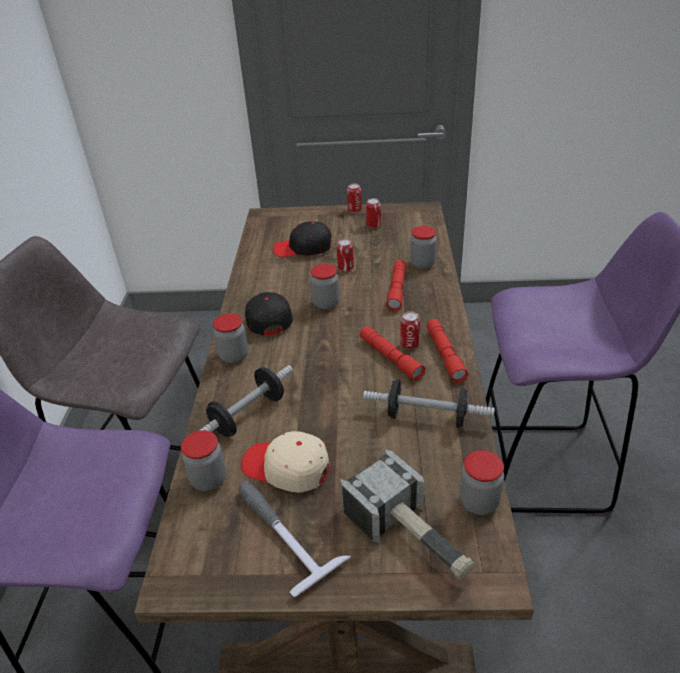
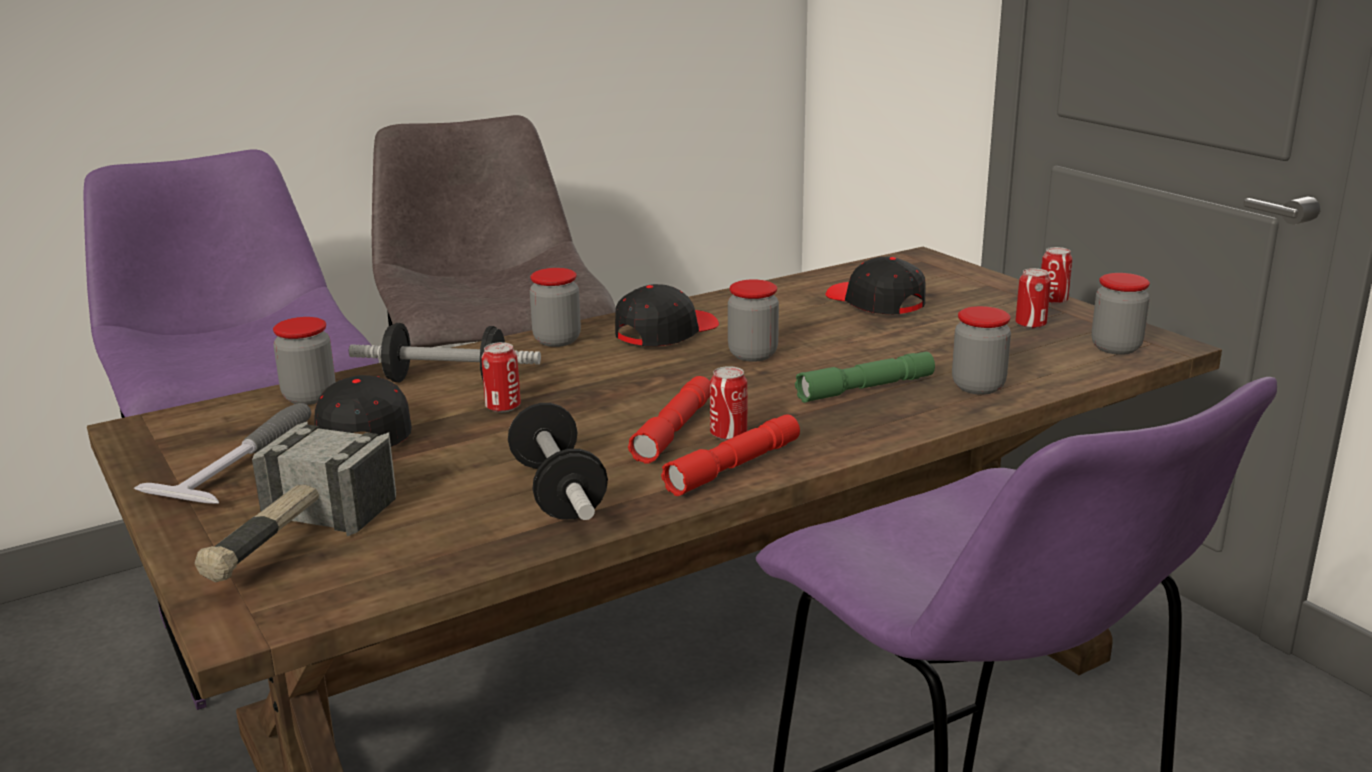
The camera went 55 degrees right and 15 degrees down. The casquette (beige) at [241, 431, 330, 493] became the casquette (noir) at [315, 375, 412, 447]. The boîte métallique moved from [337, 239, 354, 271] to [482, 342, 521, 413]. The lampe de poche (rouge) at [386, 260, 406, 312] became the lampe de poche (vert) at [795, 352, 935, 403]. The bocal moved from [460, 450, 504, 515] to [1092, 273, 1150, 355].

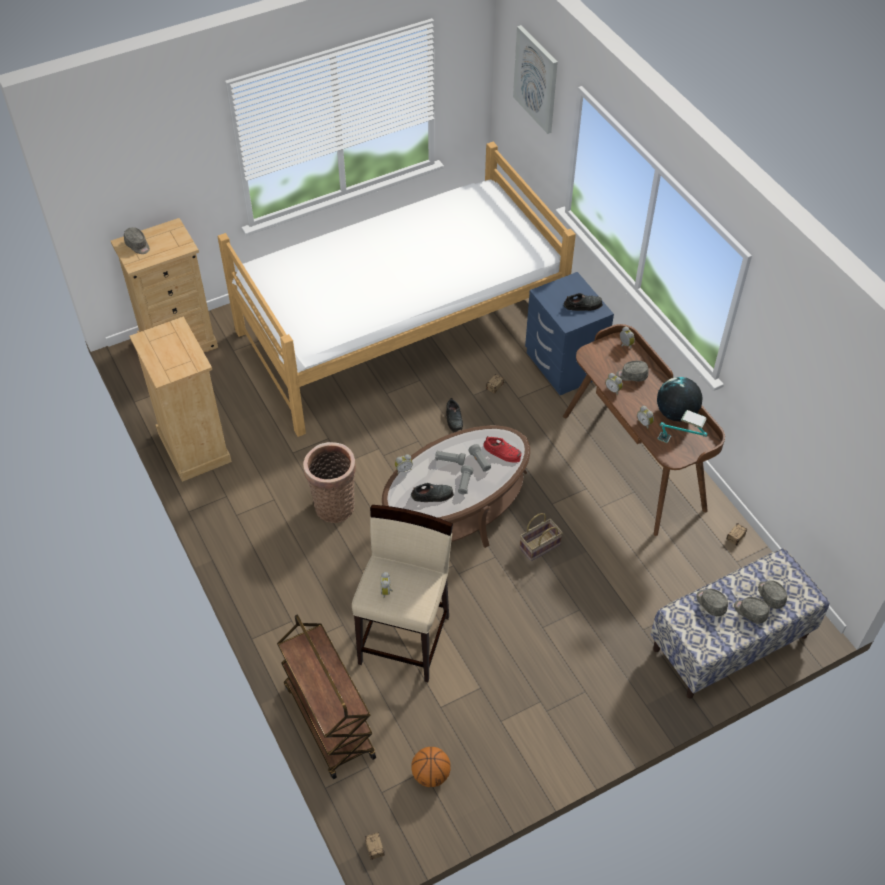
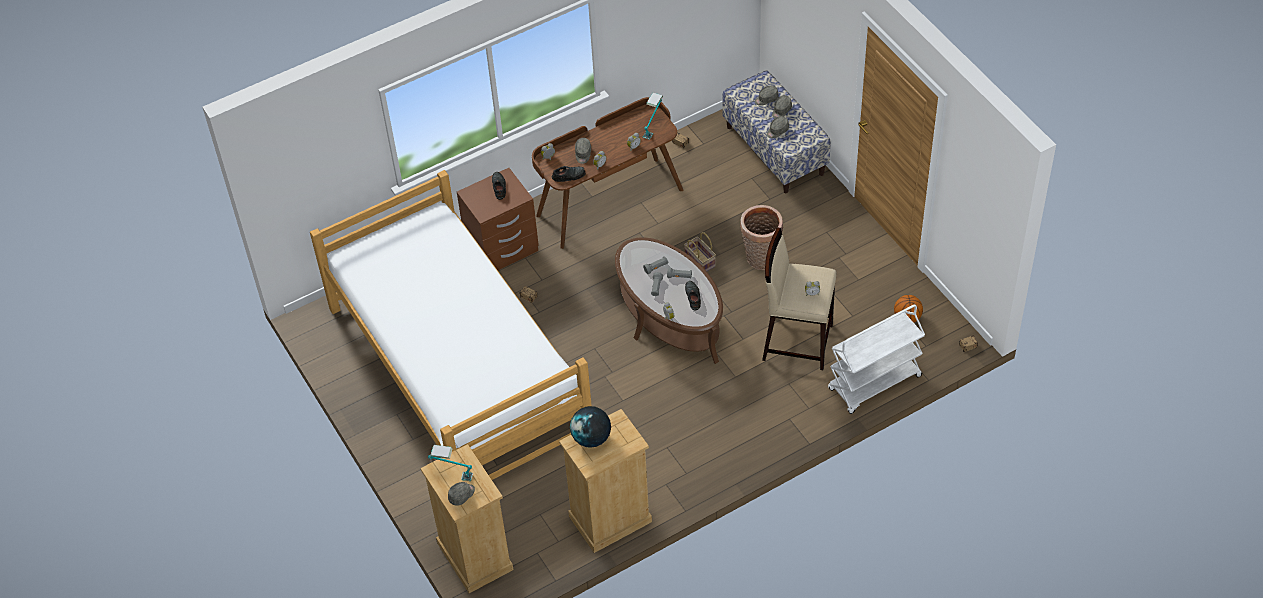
The camera went 90 degrees left and 0 degrees up. The chariot (marron) at [277, 615, 376, 779] became the chariot (blanc) at [828, 304, 925, 414]. The panier moved from [303, 442, 356, 523] to [740, 205, 784, 270]. The chaussure (noir) moved from [446, 398, 463, 432] to [552, 166, 586, 182]. The chaussure (rouge) at [483, 436, 521, 463] disappeared. The tableau at [513, 25, 558, 134] disappeared. The table de chevet (bleu) at [525, 272, 614, 395] became the table de chevet (marron) at [457, 168, 539, 270]. The globe moved from [657, 377, 703, 422] to [570, 406, 611, 448]. The lampe de table at [428, 445, 473, 481] appeared.

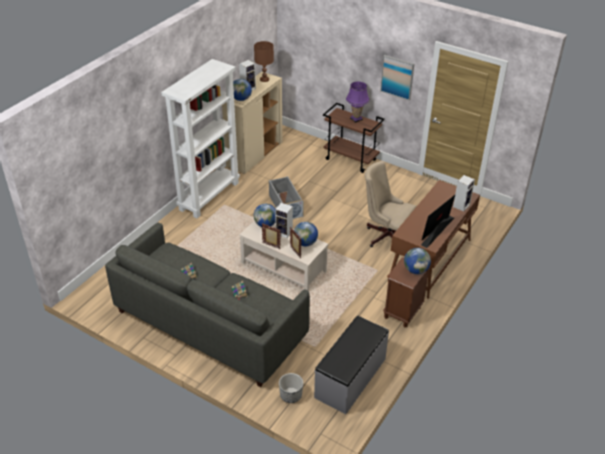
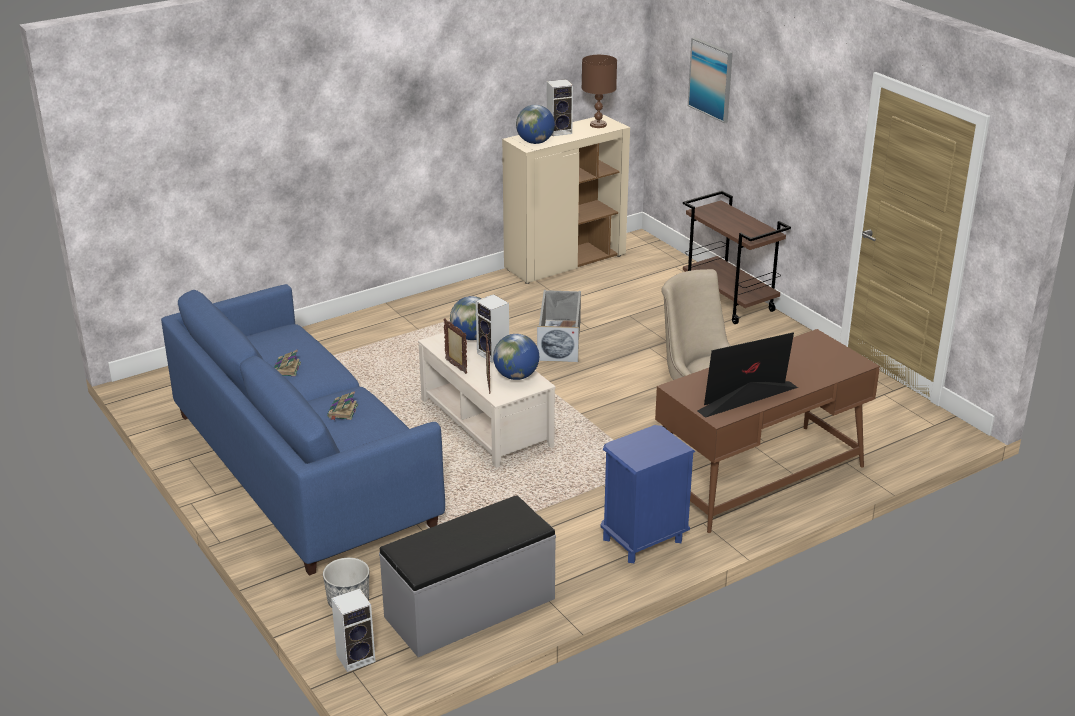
The camera went 25 degrees right and 10 degrees down. The canapé (gris) at [105, 223, 310, 387] became the canapé (bleu) at [161, 284, 445, 576]. The bibliothèque (blanc) at [161, 59, 240, 218] disappeared. The lampe de table (violet) at [346, 82, 369, 123] disappeared. The tableau moved from [380, 55, 414, 100] to [688, 37, 733, 123]. The table de chevet (marron) at [383, 257, 430, 327] became the table de chevet (bleu) at [601, 425, 695, 563]. The globe at [404, 248, 431, 274] disappeared. The enceinte moved from [453, 175, 475, 211] to [331, 589, 375, 672].

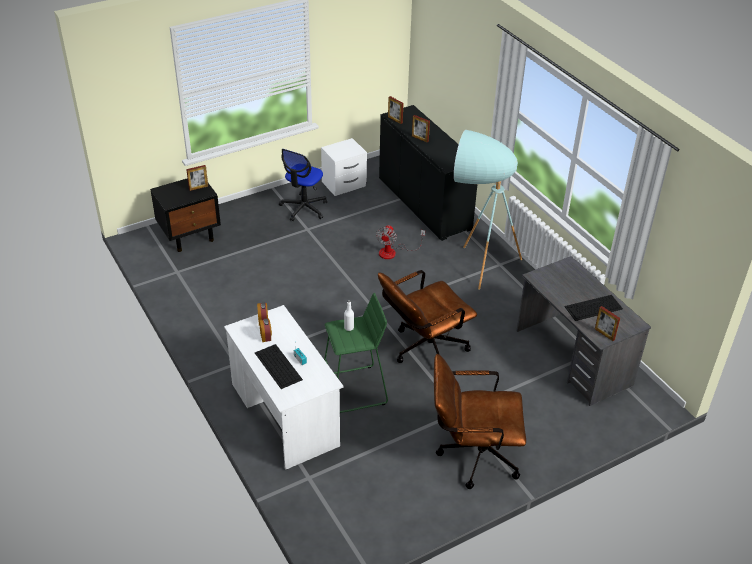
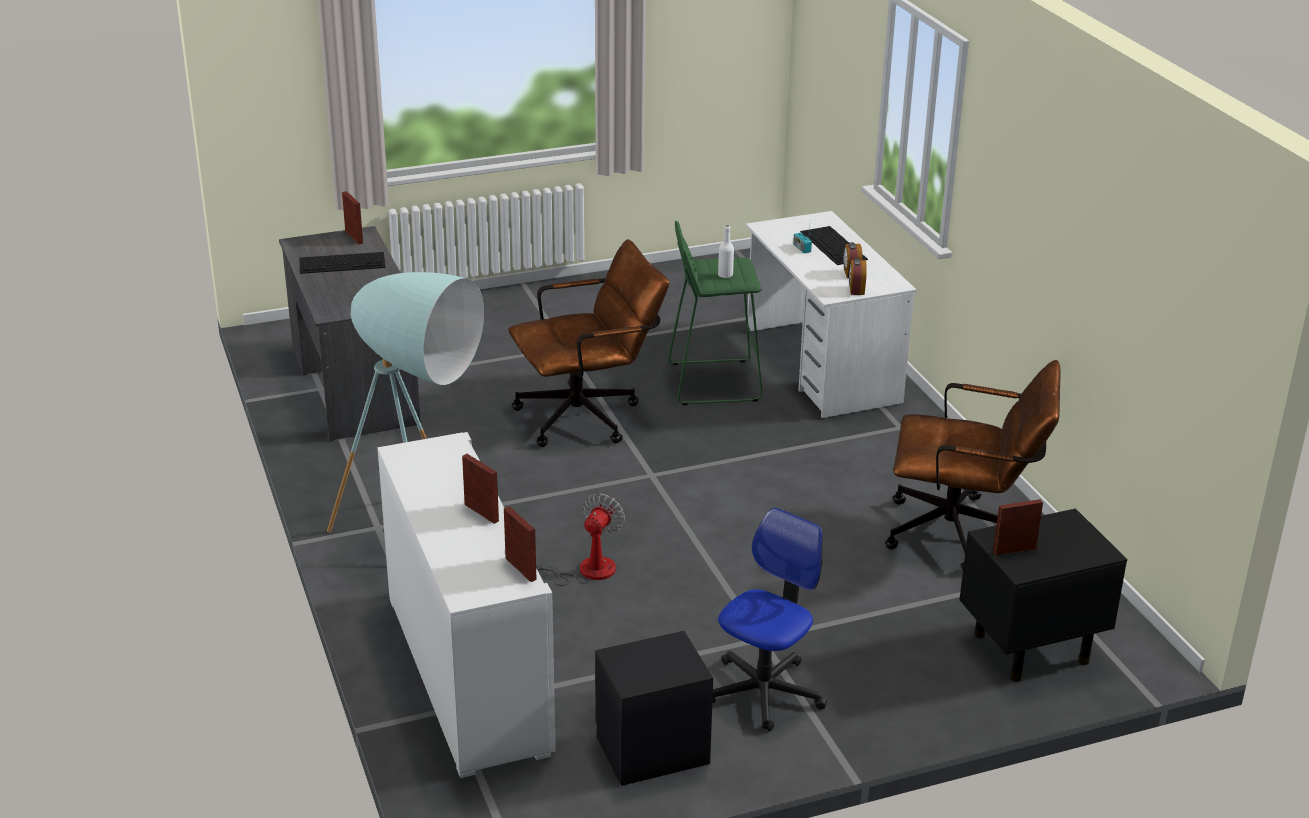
The camera went 170 degrees left and 10 degrees down. The table de chevet (blanc) at [321, 138, 367, 196] became the table de chevet (noir) at [595, 631, 713, 786]. The meuble de rangement (noir) at [379, 105, 477, 241] became the meuble de rangement (blanc) at [377, 432, 556, 778]. The chaise de bureau (marron) moved from [434, 354, 526, 489] to [885, 360, 1060, 570].

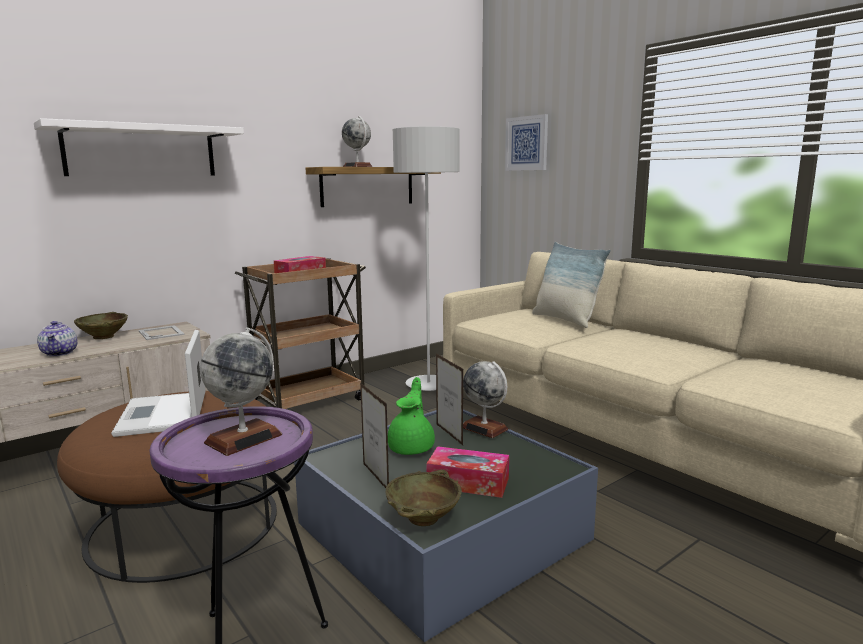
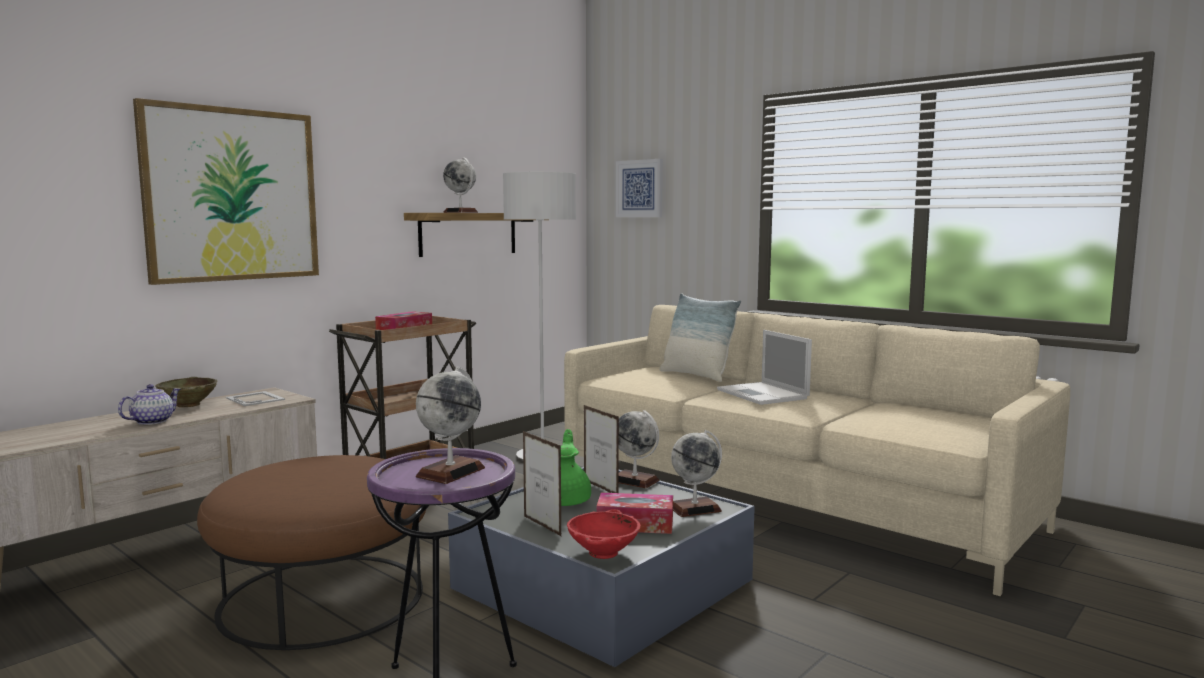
The camera went 10 degrees left and 5 degrees down. The étagère (blanc) at [34, 118, 244, 176] was replaced by the tableau at [133, 98, 319, 285]. The théière at [37, 321, 78, 356] turned 120 degrees counterclockwise. The ordinateur portable moved from [111, 330, 206, 437] to [717, 330, 812, 405]. The bol (beige) at [385, 470, 462, 526] became the bol (rouge) at [567, 509, 640, 559]. The globe at [671, 430, 722, 517] appeared.

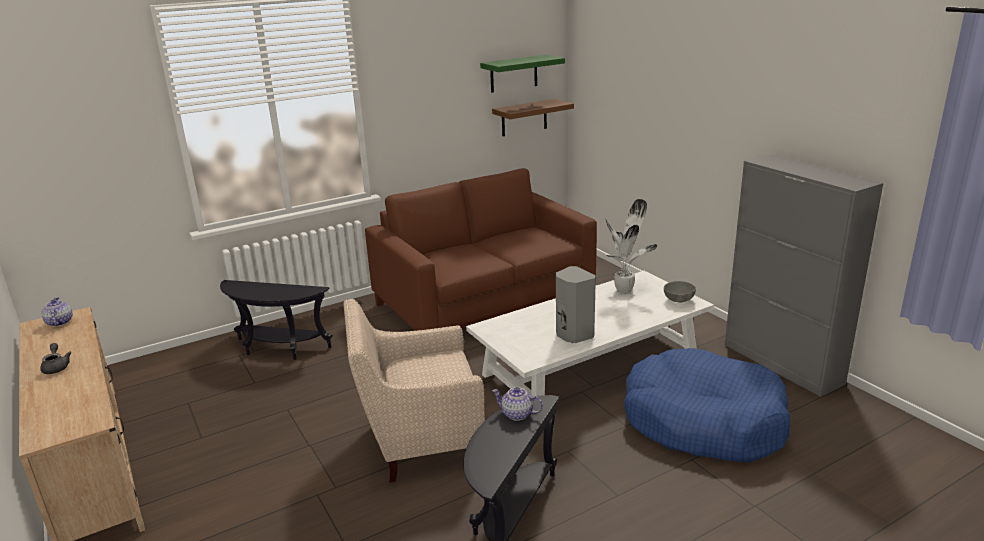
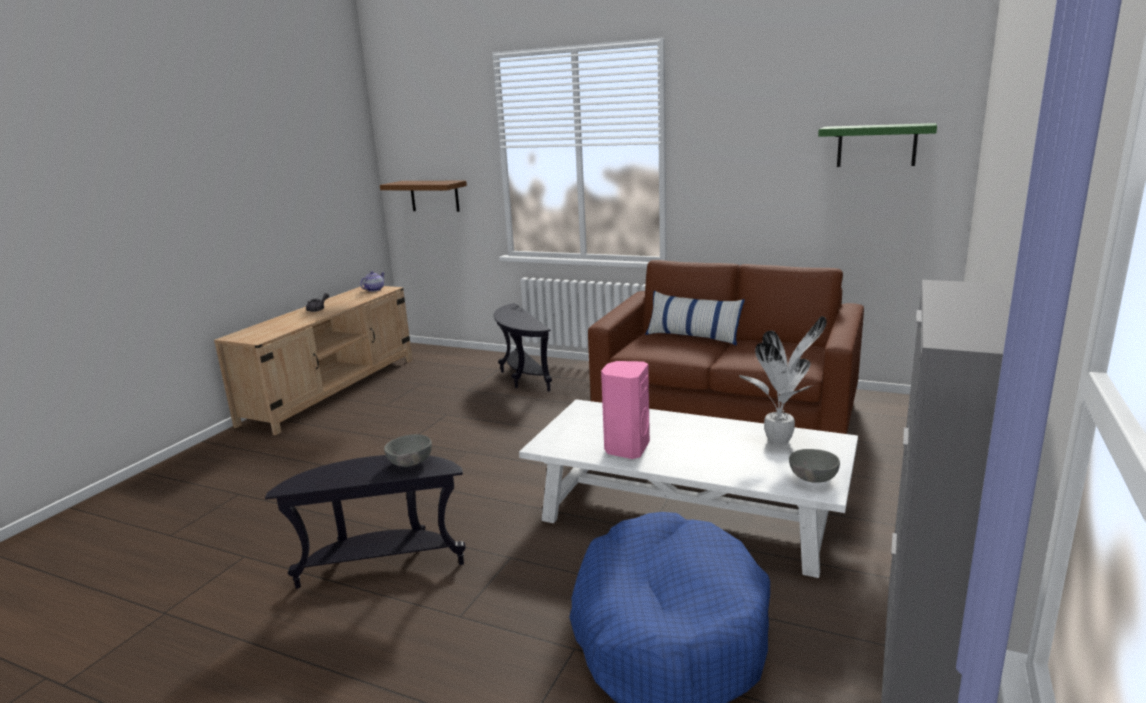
The camera went 55 degrees right and 5 degrees down. The fauteuil (beige) at [343, 299, 485, 483] disappeared. The étagère (marron) moved from [492, 99, 574, 136] to [380, 181, 467, 212]. The théière at [492, 387, 543, 421] was replaced by the bol (gris) at [384, 434, 432, 467]. The enceinte (gris) at [556, 266, 596, 343] became the enceinte (rose) at [601, 361, 650, 459]. The coussin at [645, 291, 745, 346] appeared.

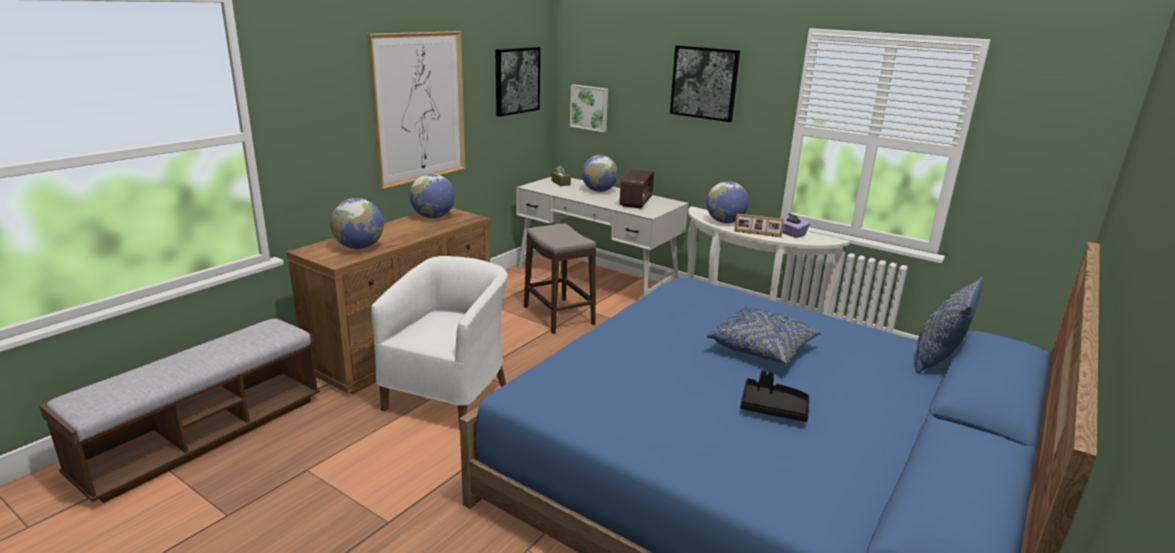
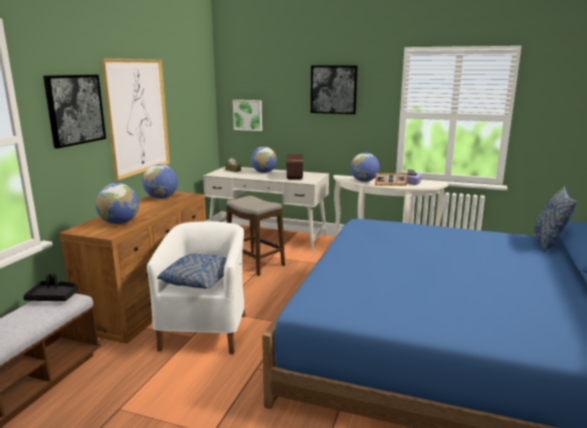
The camera went 15 degrees left and 5 degrees down. The tableau moved from [496, 47, 540, 117] to [43, 75, 106, 148]. The coussin (bleu) moved from [707, 307, 821, 364] to [157, 254, 241, 289]. The plateau (noir) moved from [741, 371, 809, 422] to [23, 274, 78, 301].

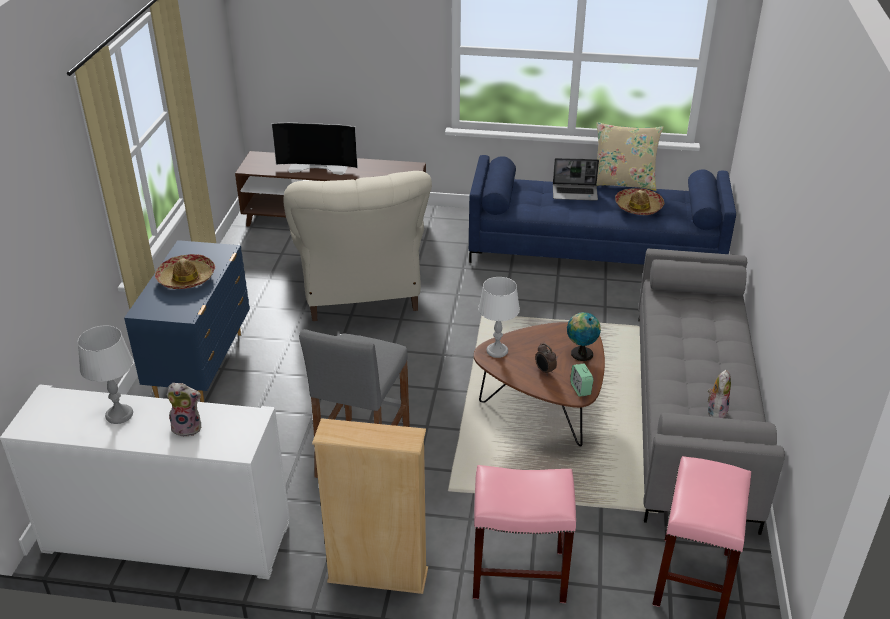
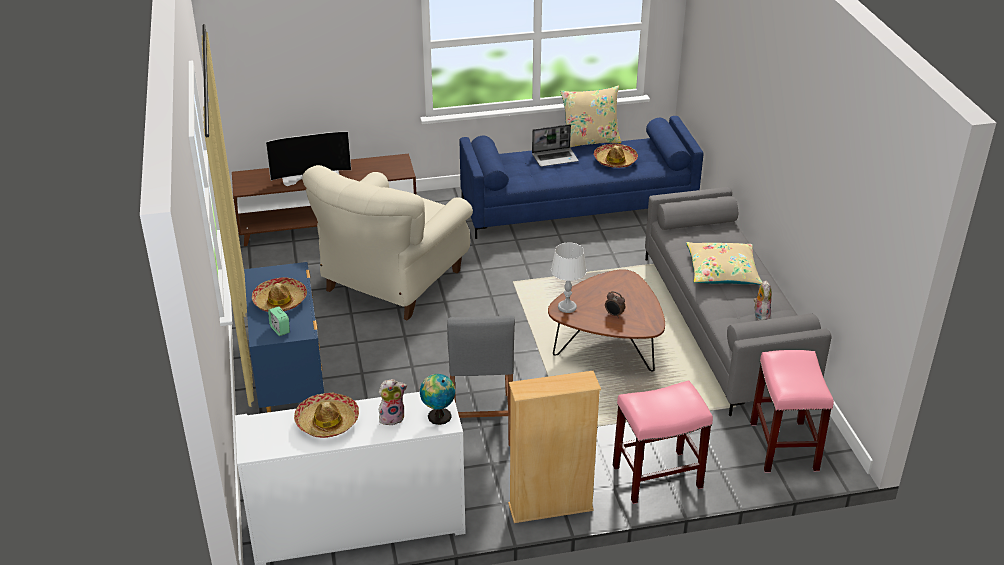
The camera went 20 degrees left and 0 degrees up. The lampe de table (gris) at [78, 326, 133, 424] was replaced by the chapeau at [294, 393, 359, 438]. The fauteuil (beige) at [283, 171, 432, 321] turned 60 degrees clockwise. The globe moved from [567, 312, 601, 361] to [420, 374, 455, 425]. The réveil moved from [570, 363, 593, 397] to [268, 306, 290, 336]. The coussin (beige) at [686, 242, 762, 285] appeared.

